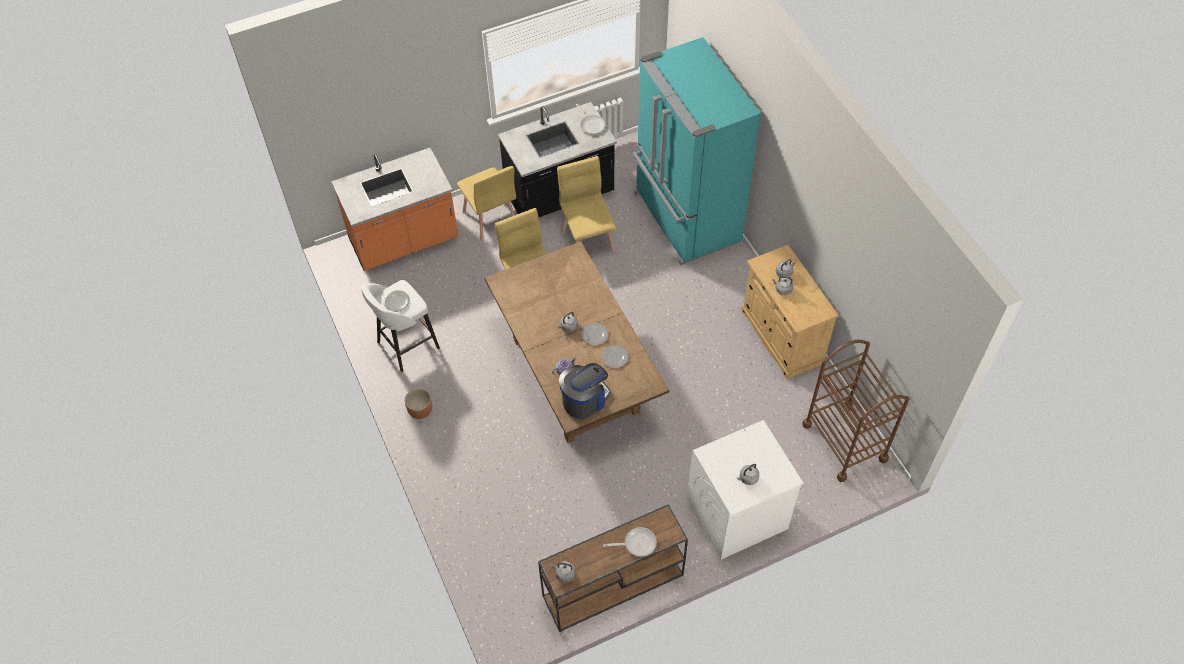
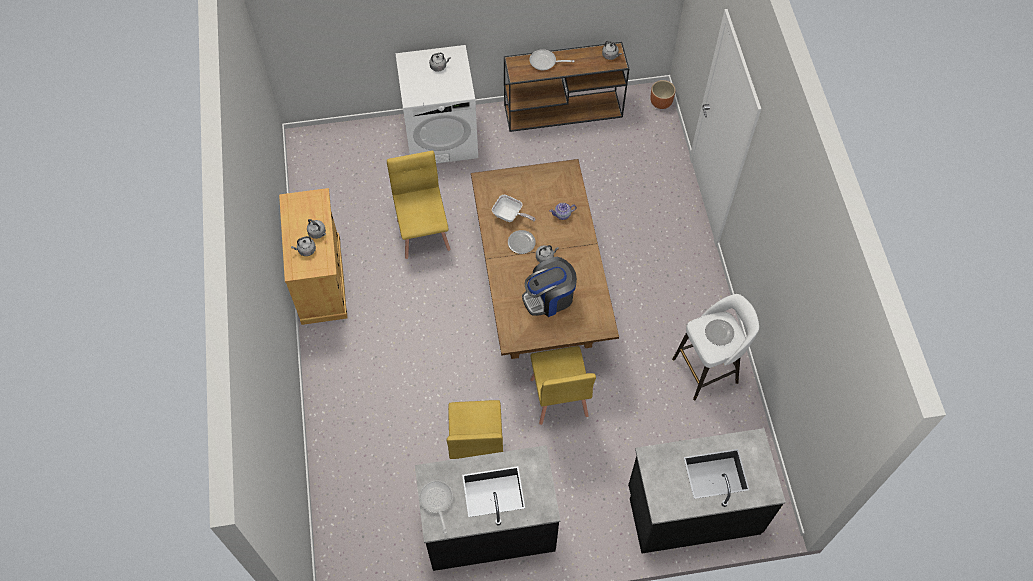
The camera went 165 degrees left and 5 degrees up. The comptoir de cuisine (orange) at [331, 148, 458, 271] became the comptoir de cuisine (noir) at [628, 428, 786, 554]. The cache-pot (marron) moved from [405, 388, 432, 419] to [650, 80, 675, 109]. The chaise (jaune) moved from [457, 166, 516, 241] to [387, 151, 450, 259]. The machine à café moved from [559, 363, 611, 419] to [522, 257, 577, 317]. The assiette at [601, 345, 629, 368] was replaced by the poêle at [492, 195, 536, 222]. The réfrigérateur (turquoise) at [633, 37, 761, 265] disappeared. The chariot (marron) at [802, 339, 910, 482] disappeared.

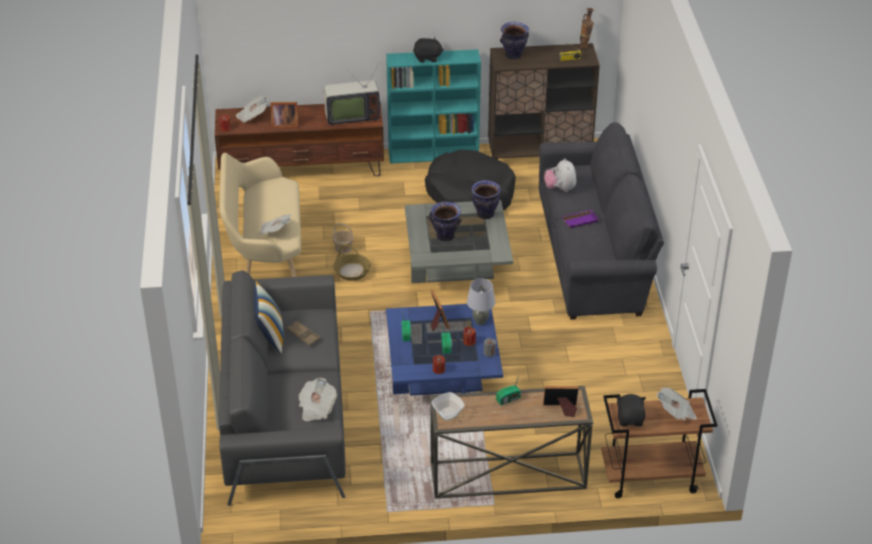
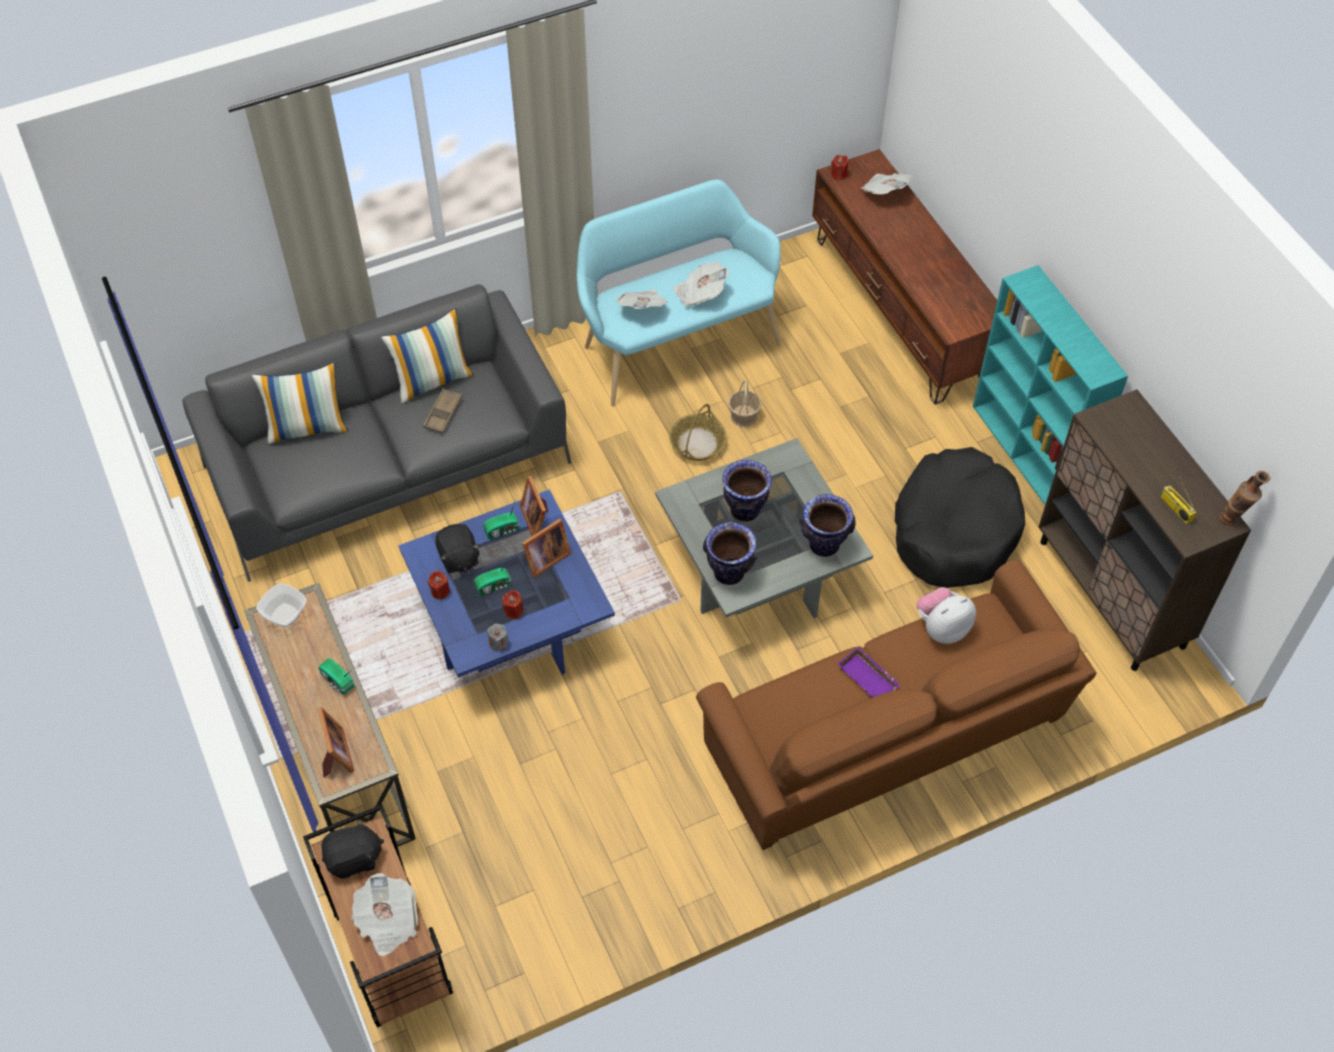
The camera went 70 degrees right and 15 degrees up. The banc (beige) at [219, 153, 301, 277] became the banc (turquoise) at [577, 179, 781, 406]. The cadre photo moved from [271, 102, 298, 128] to [520, 476, 548, 536]. The journal moved from [298, 378, 337, 421] to [674, 261, 729, 307]. The téléviseur at [324, 64, 380, 126] disappeared. The peluche (noir) moved from [413, 37, 444, 63] to [435, 524, 480, 573]. The lampe de table (gris) at [467, 278, 495, 325] disappeared. The vase moved from [500, 22, 529, 60] to [703, 522, 758, 585]. The canapé (gris) at [539, 122, 664, 320] became the canapé (marron) at [696, 560, 1096, 850]. The coussin at [252, 362, 349, 444] appeared.

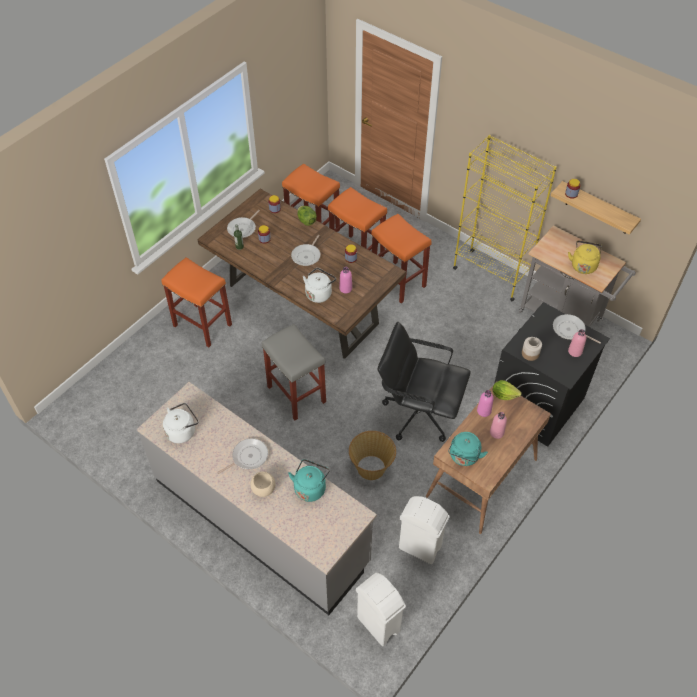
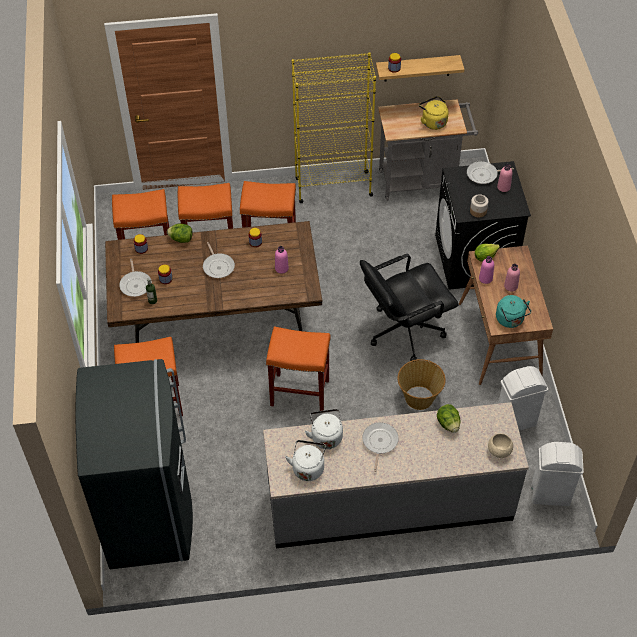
The camera went 45 degrees left and 0 degrees up. The bol (beige) moved from [251, 471, 275, 497] to [488, 433, 513, 458]. The tabouret (gris) at [262, 324, 326, 420] became the tabouret (orange) at [266, 327, 331, 411]. The bouilloire (turquoise) at [288, 459, 330, 502] was replaced by the laitue at [437, 404, 461, 433]. The bouilloire (blanc) moved from [303, 268, 336, 303] to [305, 409, 343, 449]. The réfrigérateur (gris) at [76, 359, 193, 569] appeared.

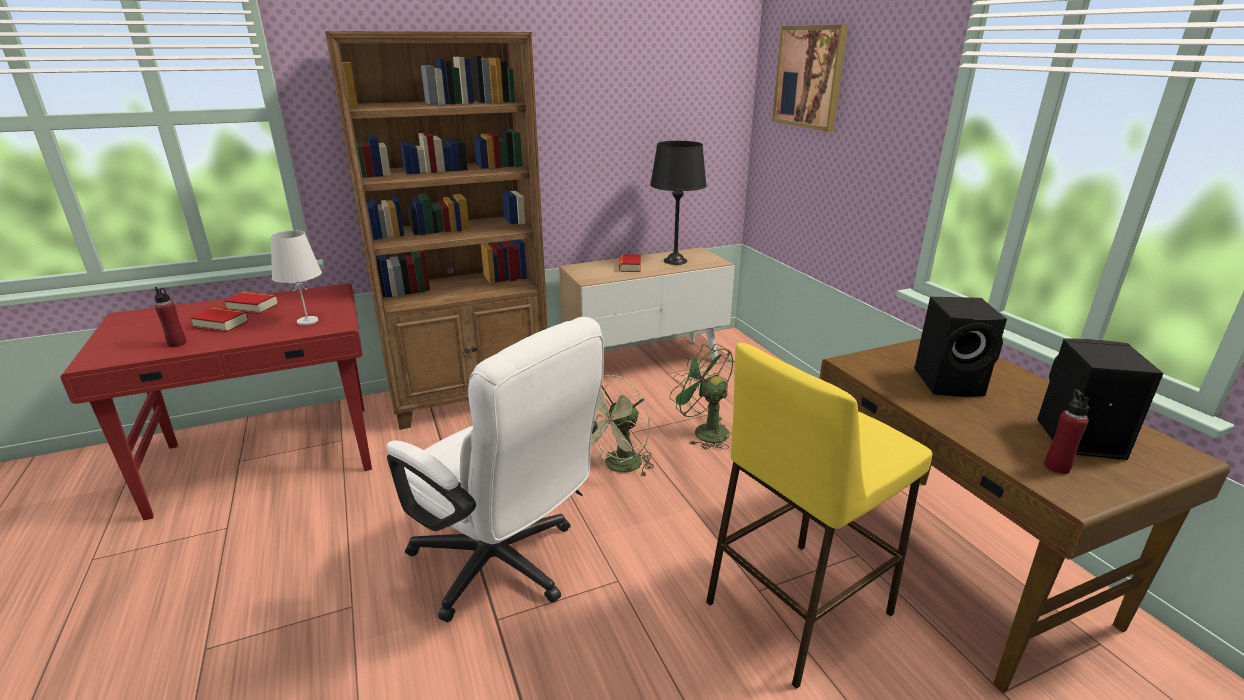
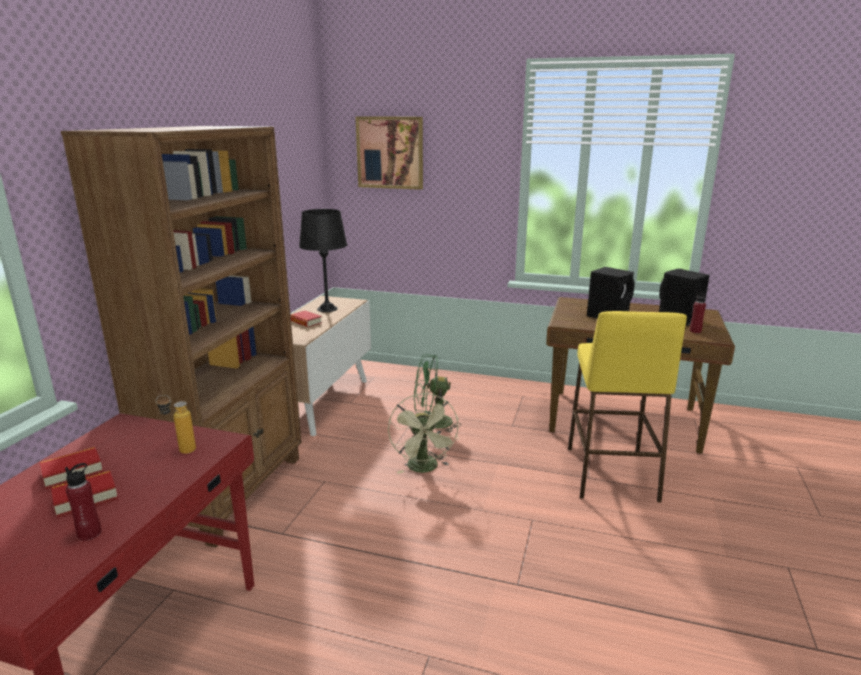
The camera went 50 degrees left and 5 degrees down. The lampe de table (blanc) at [270, 230, 322, 325] was replaced by the bouteille at [156, 395, 196, 454]. The chaise de bureau (blanc) at [387, 317, 604, 622] disappeared.

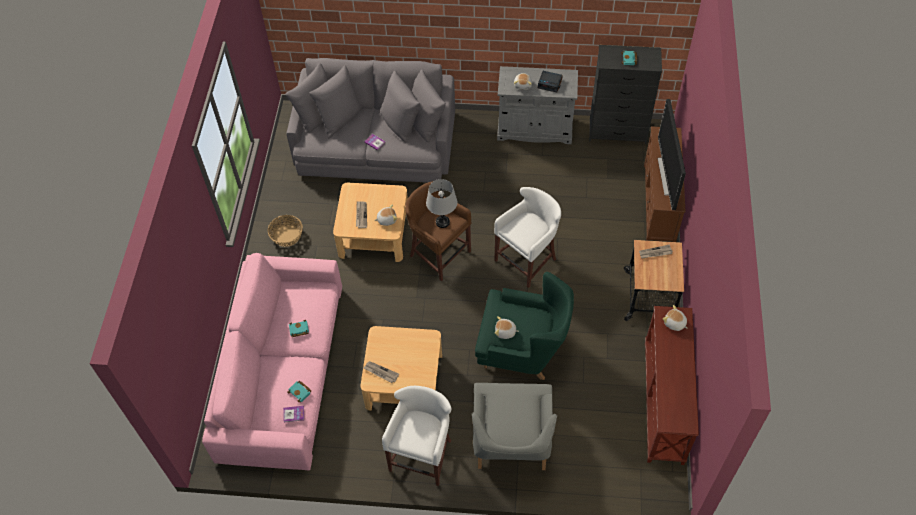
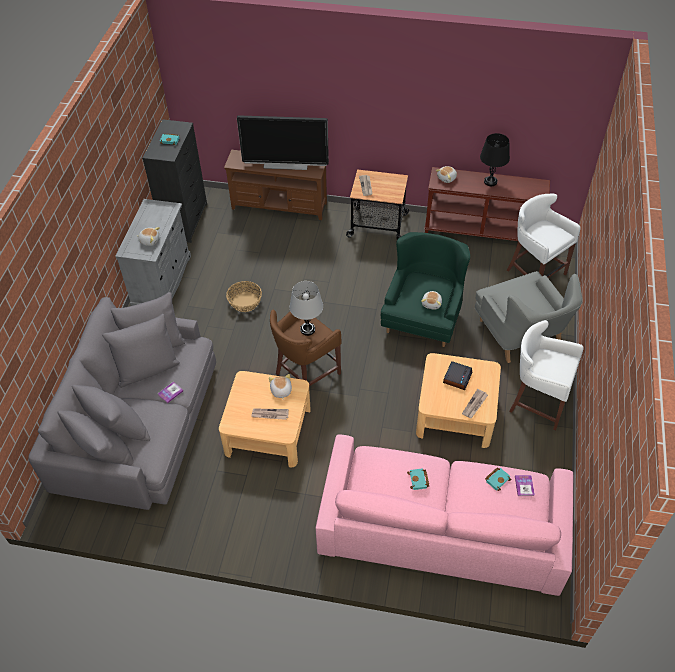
The camera went 85 degrees left and 5 degrees down. The panier moved from [267, 215, 303, 247] to [226, 281, 262, 312]. The fauteuil (gris) at [472, 383, 557, 470] turned 60 degrees clockwise. The tabouret (blanc) moved from [494, 187, 561, 288] to [507, 194, 581, 278]. The réveil moved from [538, 71, 563, 92] to [443, 361, 472, 390]. The lampe de table (noir) at [480, 133, 510, 186] appeared.

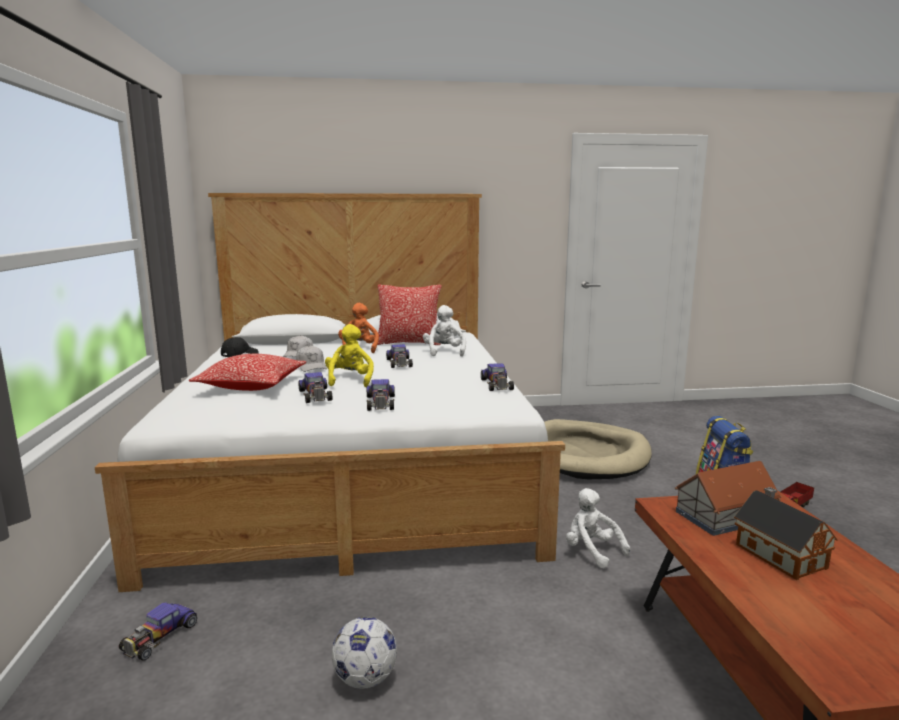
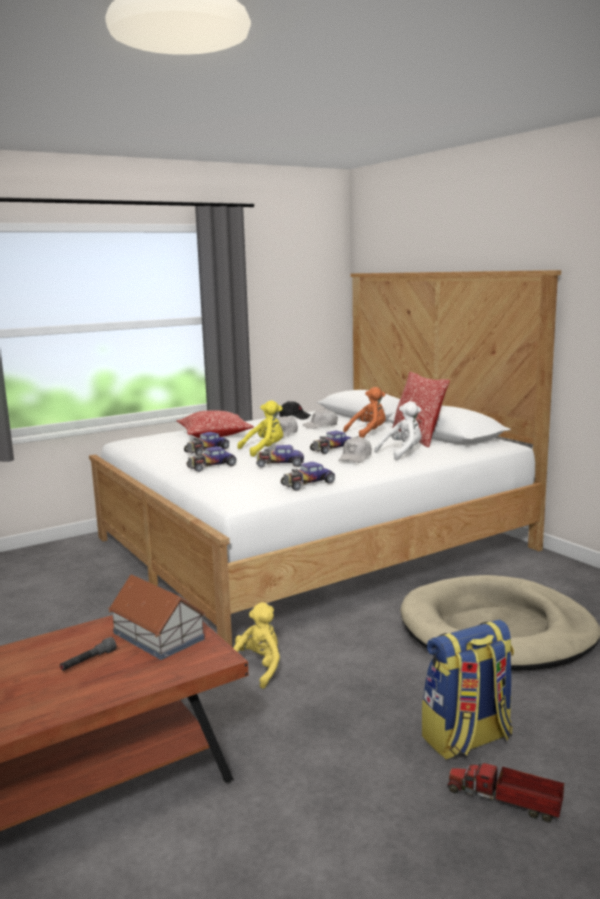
The camera went 65 degrees right and 0 degrees up. The petite voiture moved from [119, 602, 197, 661] to [256, 445, 304, 467]. The ballon de foot at [332, 617, 397, 689] disappeared. The peluche (blanc) at [566, 488, 631, 568] became the peluche (jaune) at [233, 602, 280, 689]. The maison miniature at [734, 487, 838, 580] was replaced by the lampe de poche (gris) at [60, 637, 117, 671]. The casquette (blanc) at [338, 436, 372, 463] appeared.

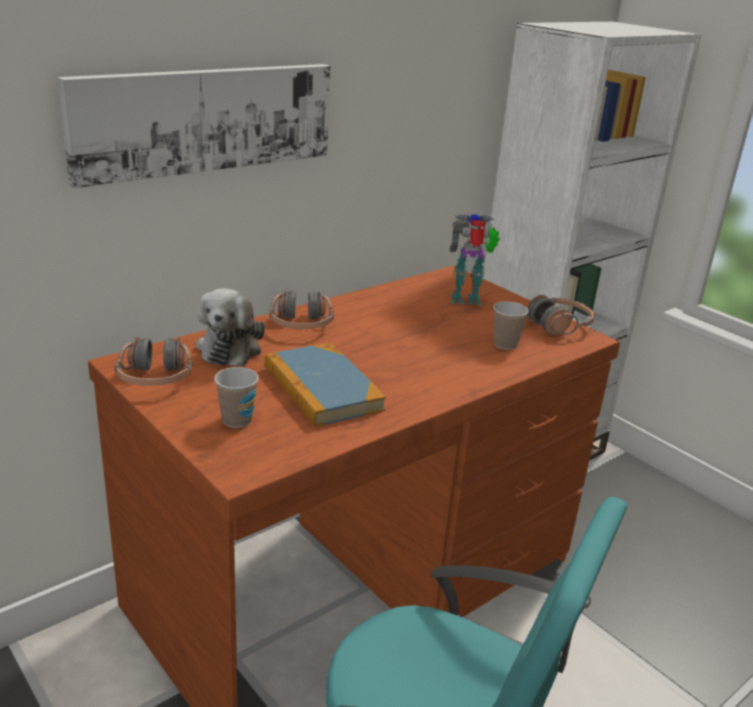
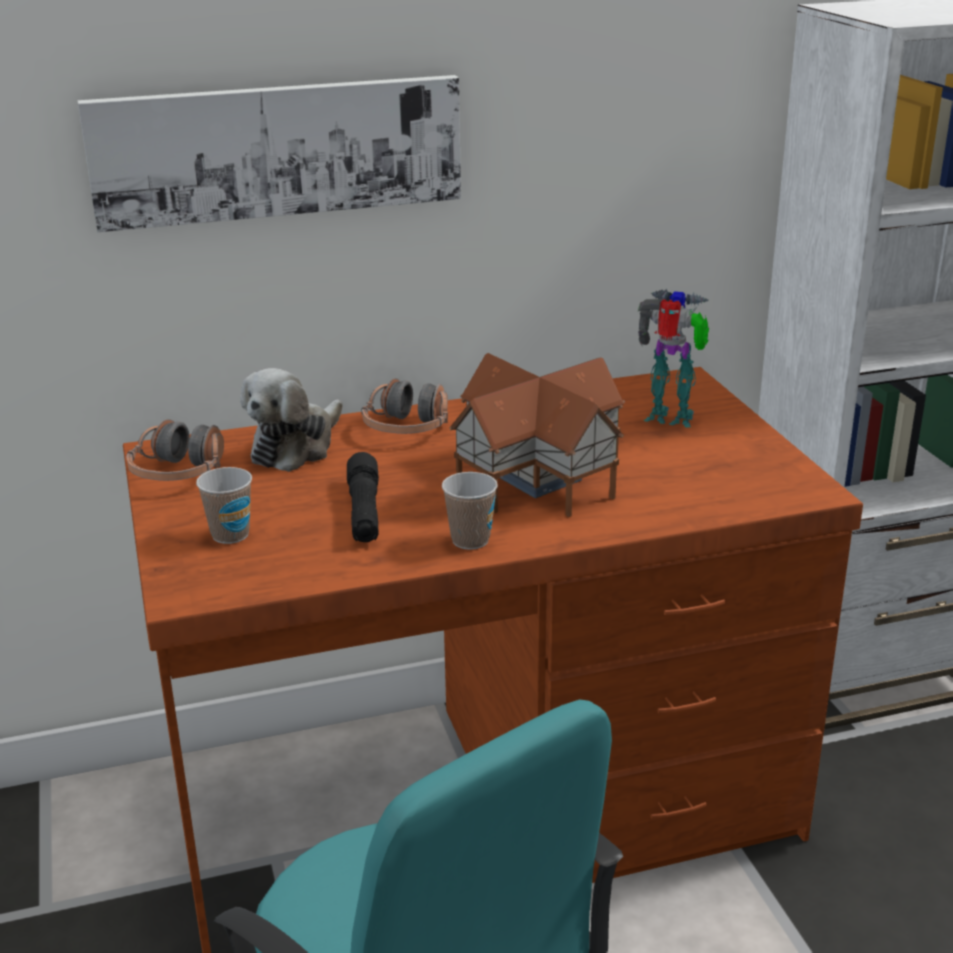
The camera went 25 degrees right and 0 degrees up. The livre at [265, 343, 386, 427] was replaced by the lampe de poche (noir) at [347, 452, 379, 542]. The tasse moved from [494, 301, 529, 350] to [442, 472, 498, 550]. The casque audio at [527, 295, 595, 335] disappeared. The maison miniature at [449, 353, 625, 517] appeared.

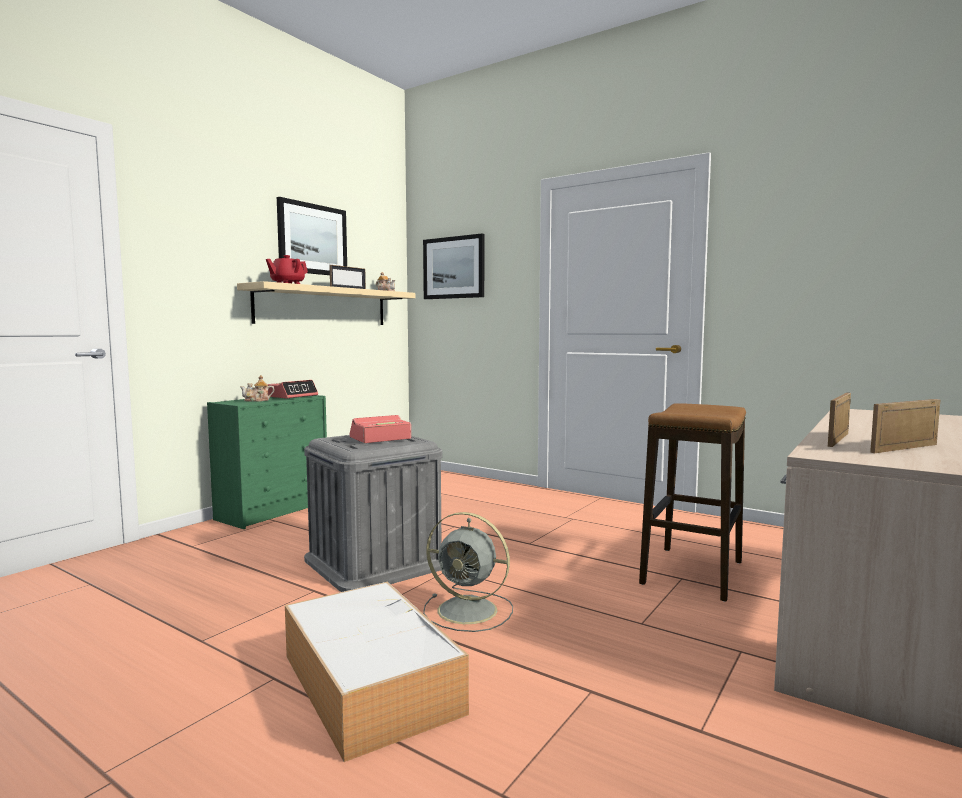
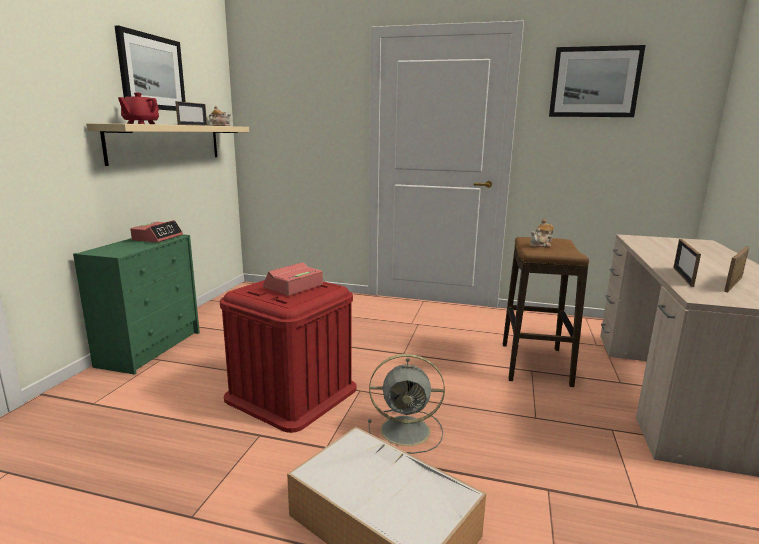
The camera went 20 degrees left and 10 degrees up. The théière moved from [240, 375, 275, 401] to [530, 219, 554, 247]. The boîte de rangement (gris) at [304, 435, 442, 592] became the boîte de rangement (rouge) at [220, 280, 356, 433]. The tableau moved from [423, 233, 484, 299] to [549, 45, 646, 117].

